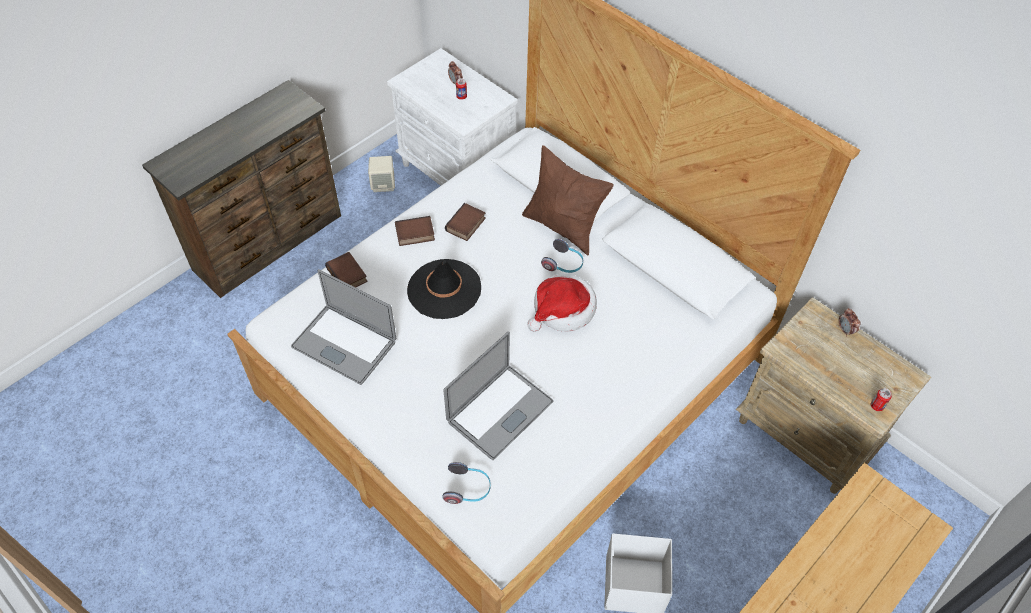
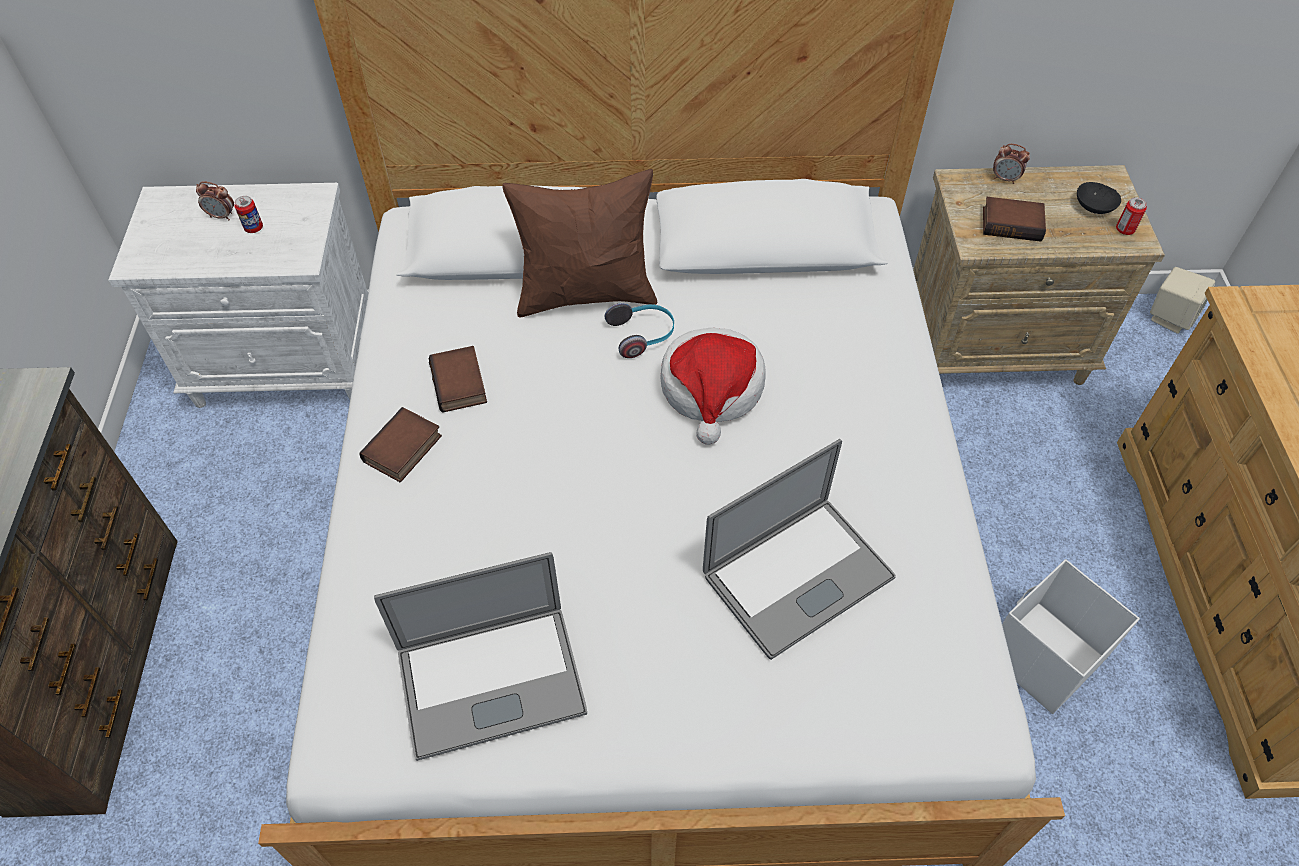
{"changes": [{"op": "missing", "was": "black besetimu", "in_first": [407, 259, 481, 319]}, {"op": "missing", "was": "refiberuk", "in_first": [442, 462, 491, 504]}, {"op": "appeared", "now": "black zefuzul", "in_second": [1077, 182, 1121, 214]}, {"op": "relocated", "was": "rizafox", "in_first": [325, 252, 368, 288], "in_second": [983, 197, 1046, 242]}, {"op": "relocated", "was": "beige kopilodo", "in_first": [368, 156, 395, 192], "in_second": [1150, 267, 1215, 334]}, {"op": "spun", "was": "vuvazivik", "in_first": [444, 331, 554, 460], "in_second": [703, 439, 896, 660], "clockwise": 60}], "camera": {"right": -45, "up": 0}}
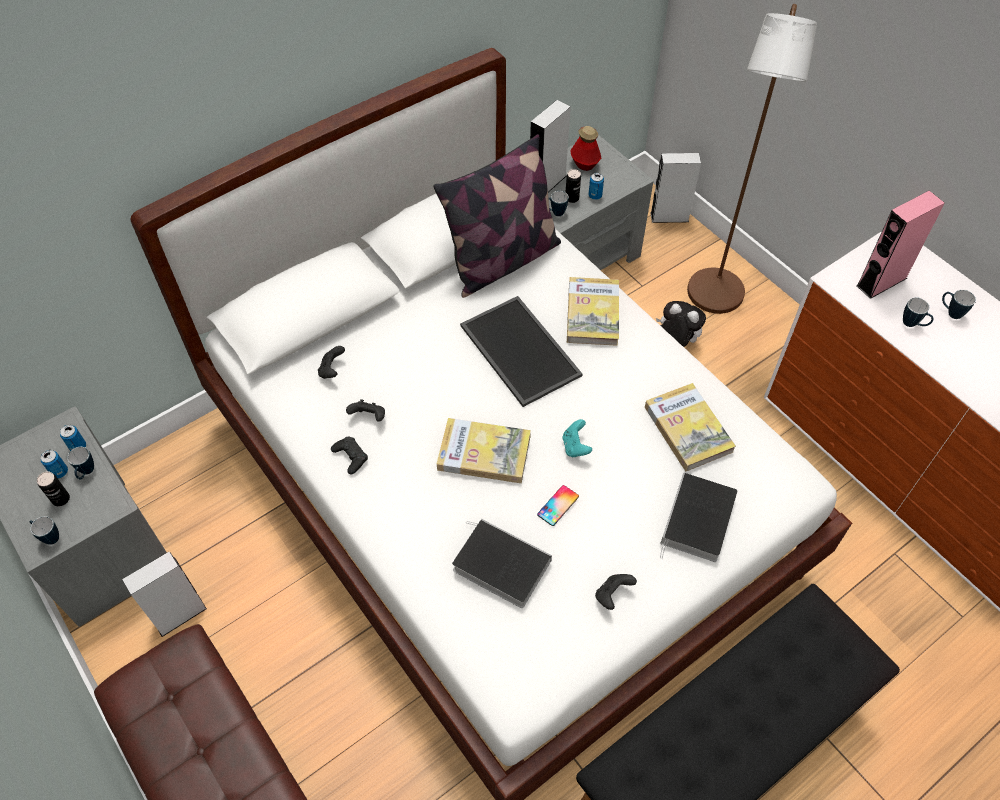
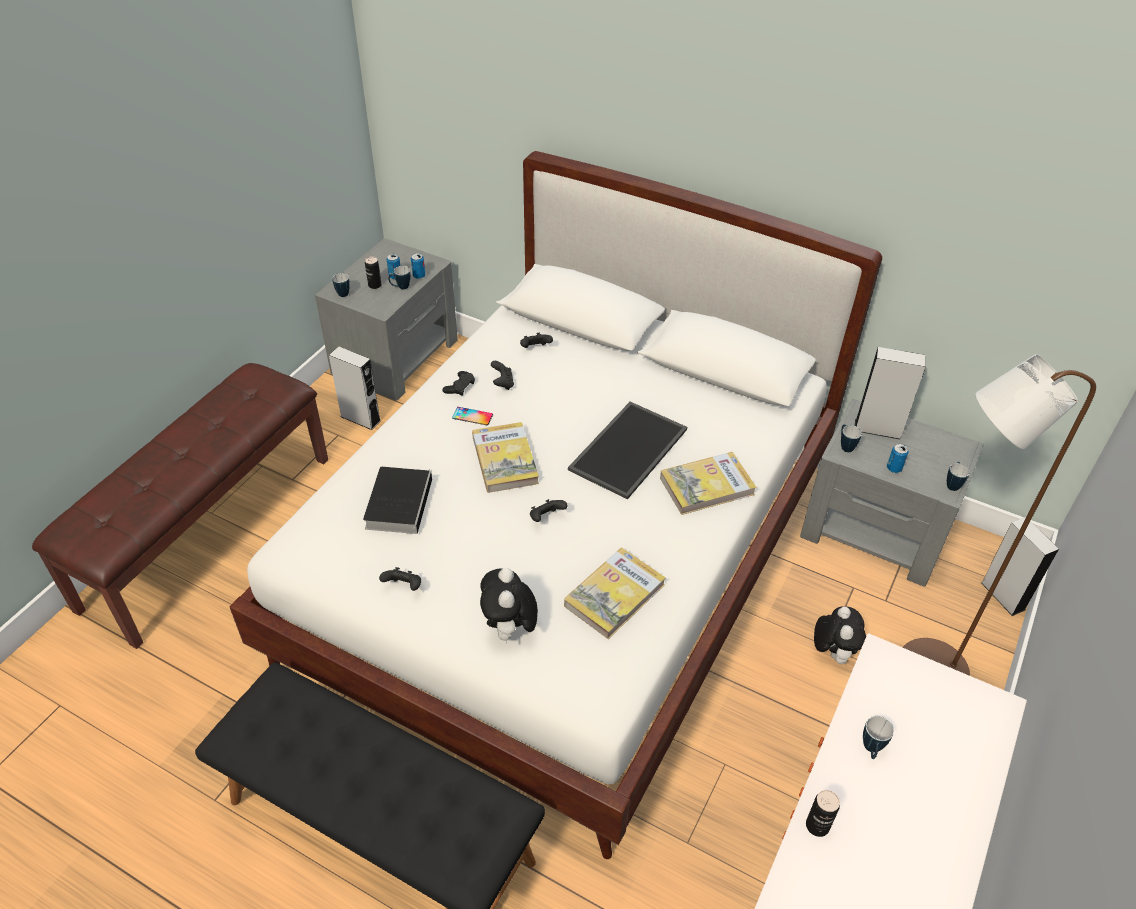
{"changes": [{"op": "missing", "was": "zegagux", "in_first": [433, 134, 561, 298]}, {"op": "missing", "was": "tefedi", "in_first": [570, 126, 602, 171]}, {"op": "missing", "was": "pink kopilodo", "in_first": [857, 191, 945, 299]}, {"op": "relocated", "was": "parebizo", "in_first": [537, 485, 579, 526], "in_second": [452, 407, 493, 425]}, {"op": "relocated", "was": "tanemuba", "in_first": [566, 169, 581, 203], "in_second": [806, 790, 840, 837]}, {"op": "relocated", "was": "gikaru", "in_first": [942, 290, 976, 319], "in_second": [947, 462, 970, 491]}, {"op": "exchanged", "was": "rizafox", "now": "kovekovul", "in_first": [660, 472, 737, 562], "in_second": [480, 568, 538, 641]}, {"op": "colour", "was": "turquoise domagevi", "now": "black domagevi", "in_first": [563, 419, 592, 457], "in_second": [530, 499, 568, 522]}], "camera": {"right": 65, "up": -10}}
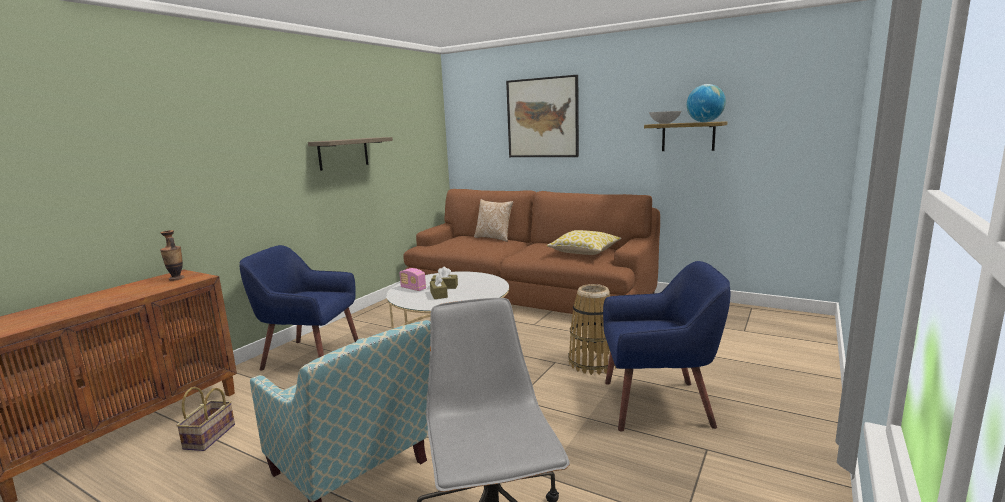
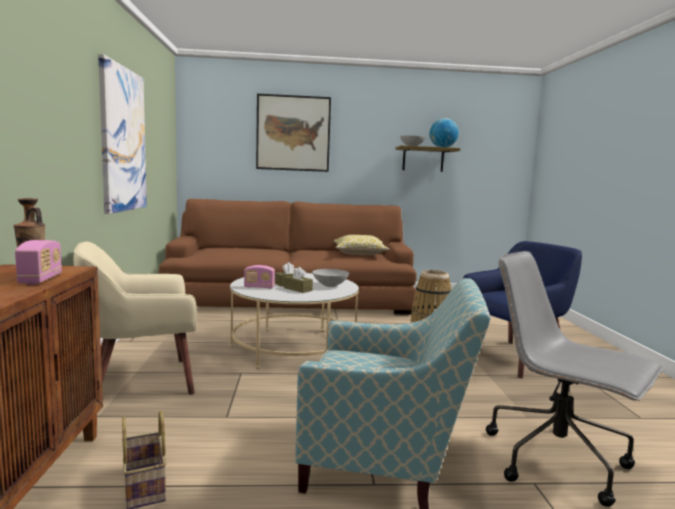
{"changes": [{"op": "missing", "was": "zegagux", "in_first": [474, 199, 514, 242]}, {"op": "appeared", "now": "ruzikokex", "in_second": [15, 240, 62, 285]}, {"op": "appeared", "now": "grey zefuzul", "in_second": [312, 269, 349, 287]}, {"op": "exchanged", "was": "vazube", "now": "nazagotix", "in_first": [308, 137, 393, 171], "in_second": [98, 54, 147, 214]}, {"op": "colour", "was": "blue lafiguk", "now": "beige lafiguk", "in_first": [240, 245, 358, 370], "in_second": [73, 242, 197, 395]}], "camera": {"right": -35, "up": -5}}
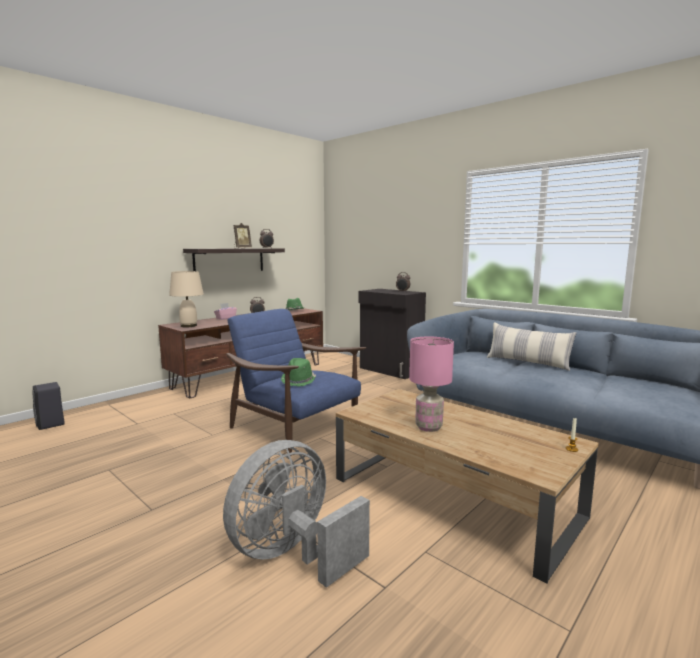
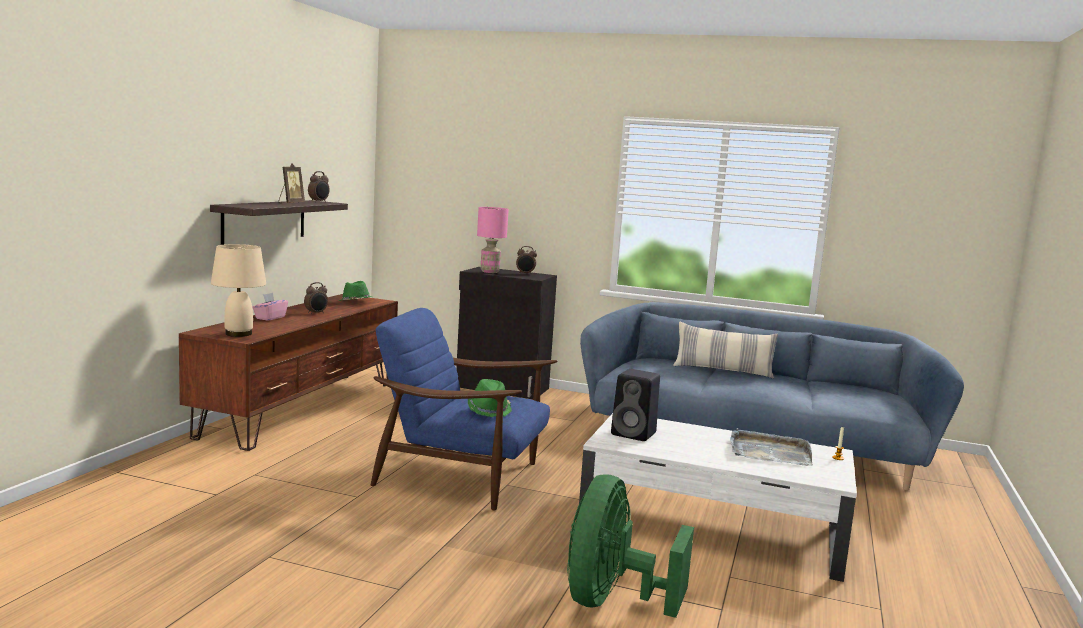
{"changes": [{"op": "appeared", "now": "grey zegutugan", "in_second": [730, 428, 813, 466]}, {"op": "relocated", "was": "black kopilodo", "in_first": [32, 382, 65, 430], "in_second": [611, 369, 660, 441]}, {"op": "relocated", "was": "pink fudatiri", "in_first": [409, 336, 454, 432], "in_second": [477, 207, 509, 273]}, {"op": "colour", "was": "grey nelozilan", "now": "green nelozilan", "in_first": [223, 440, 370, 588], "in_second": [567, 474, 694, 618]}, {"op": "colour", "was": "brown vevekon", "now": "white vevekon", "in_first": [336, 389, 599, 583], "in_second": [578, 413, 857, 582]}], "camera": {"right": -25, "up": 0}}
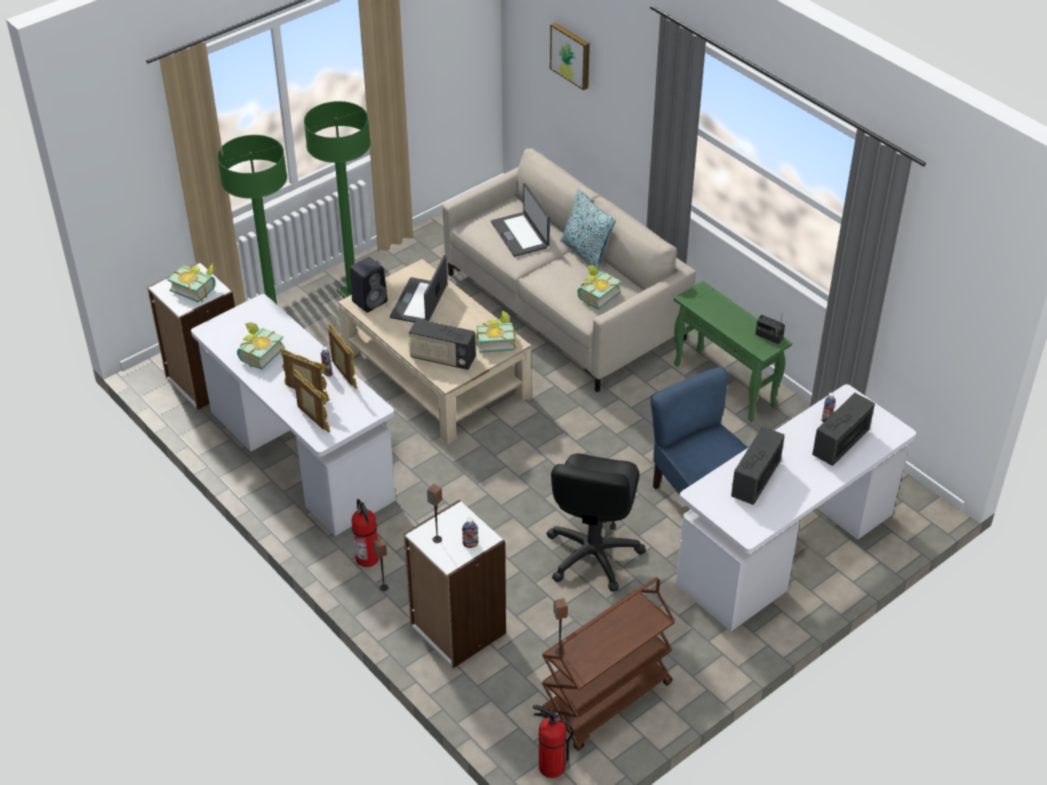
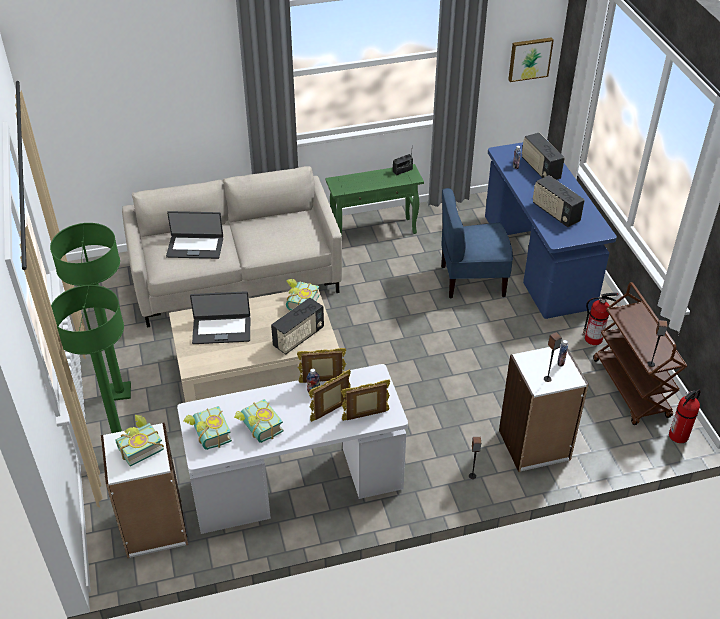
{"changes": [{"op": "missing", "was": "black kopilodo", "in_first": [350, 257, 388, 313]}, {"op": "missing", "was": "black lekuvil", "in_first": [546, 454, 646, 592]}, {"op": "missing", "was": "zegagux", "in_first": [560, 188, 616, 269]}, {"op": "relocated", "was": "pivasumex", "in_first": [352, 499, 379, 567], "in_second": [583, 293, 619, 345]}, {"op": "relocated", "was": "nazagotix", "in_first": [550, 22, 590, 90], "in_second": [508, 37, 554, 82]}, {"op": "relocated", "was": "rizafox", "in_first": [577, 265, 621, 309], "in_second": [183, 406, 232, 450]}, {"op": "colour", "was": "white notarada", "now": "blue notarada", "in_first": [676, 384, 916, 631], "in_second": [485, 139, 617, 319]}, {"op": "spun", "was": "vuvazivik", "in_first": [390, 255, 447, 323], "in_second": [190, 291, 250, 344], "clockwise": -45}], "camera": {"right": -65, "up": 0}}
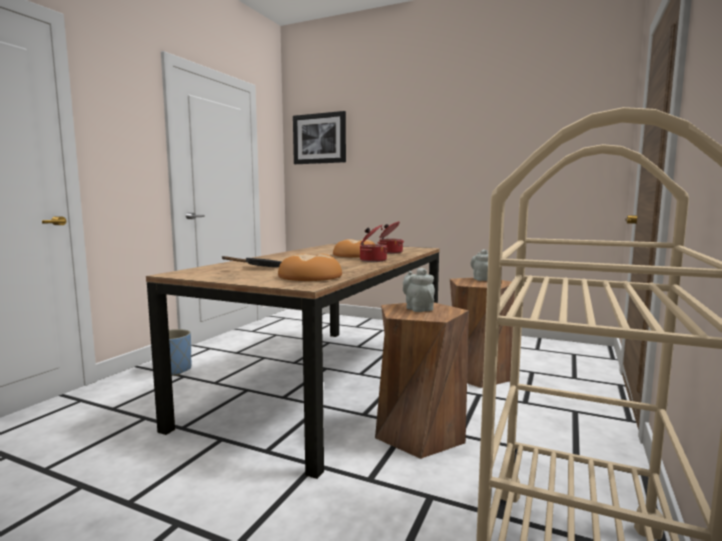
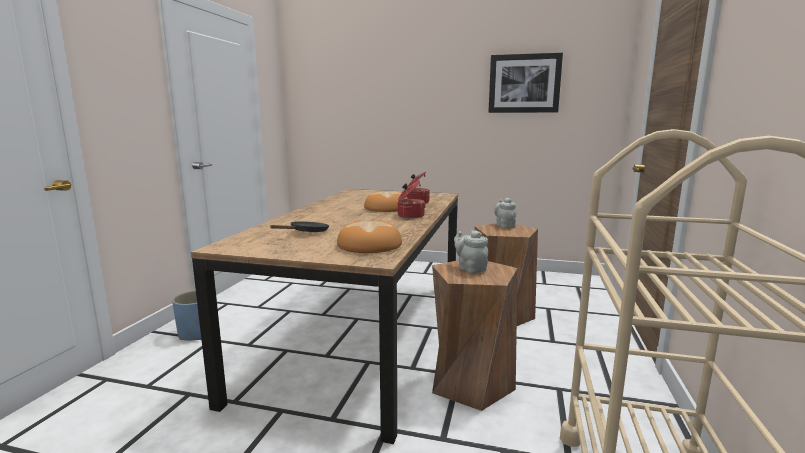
{"changes": [{"op": "relocated", "was": "nazagotix", "in_first": [293, 111, 346, 164], "in_second": [488, 53, 563, 113]}], "camera": {"right": -10, "up": 5}}
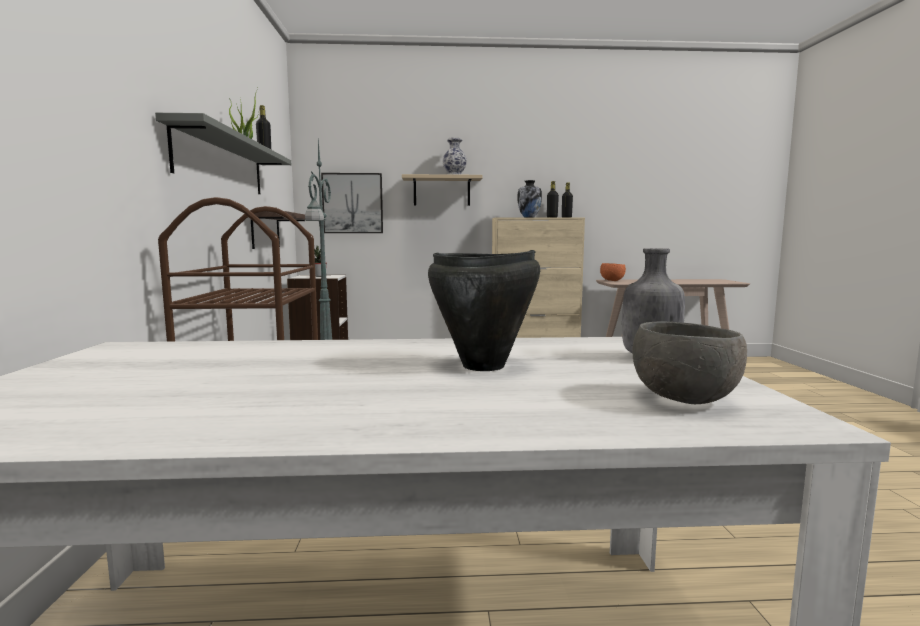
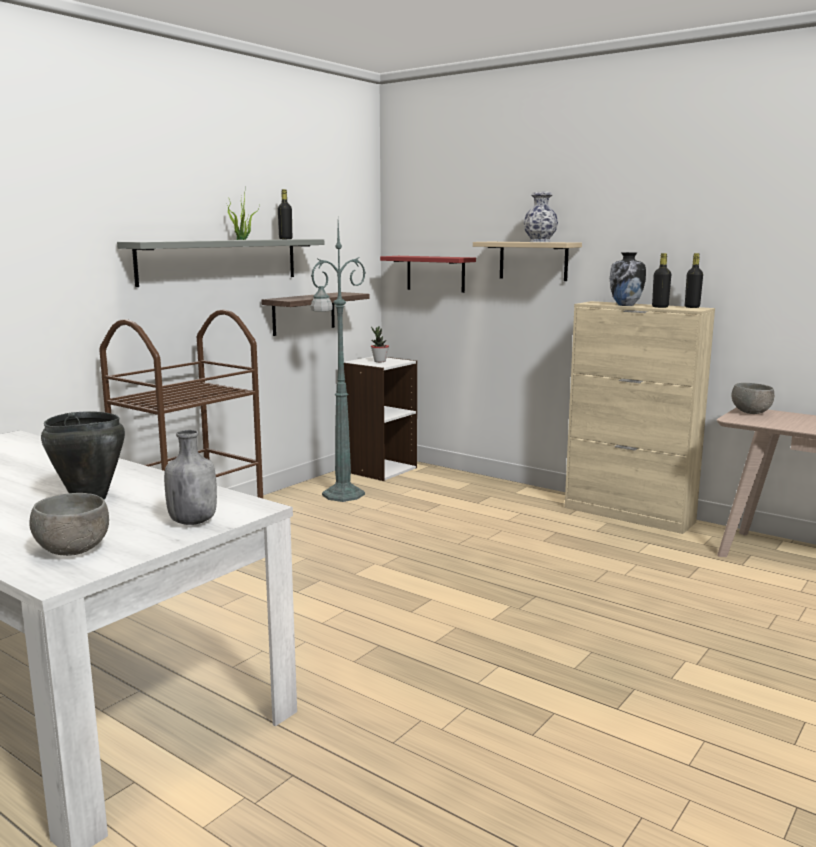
{"changes": [{"op": "exchanged", "was": "nazagotix", "now": "red vazube", "in_first": [321, 173, 383, 233], "in_second": [380, 256, 476, 293]}, {"op": "colour", "was": "orange zefuzul", "now": "grey zefuzul", "in_first": [600, 263, 626, 281], "in_second": [731, 383, 774, 414]}], "camera": {"right": 40, "up": 5}}
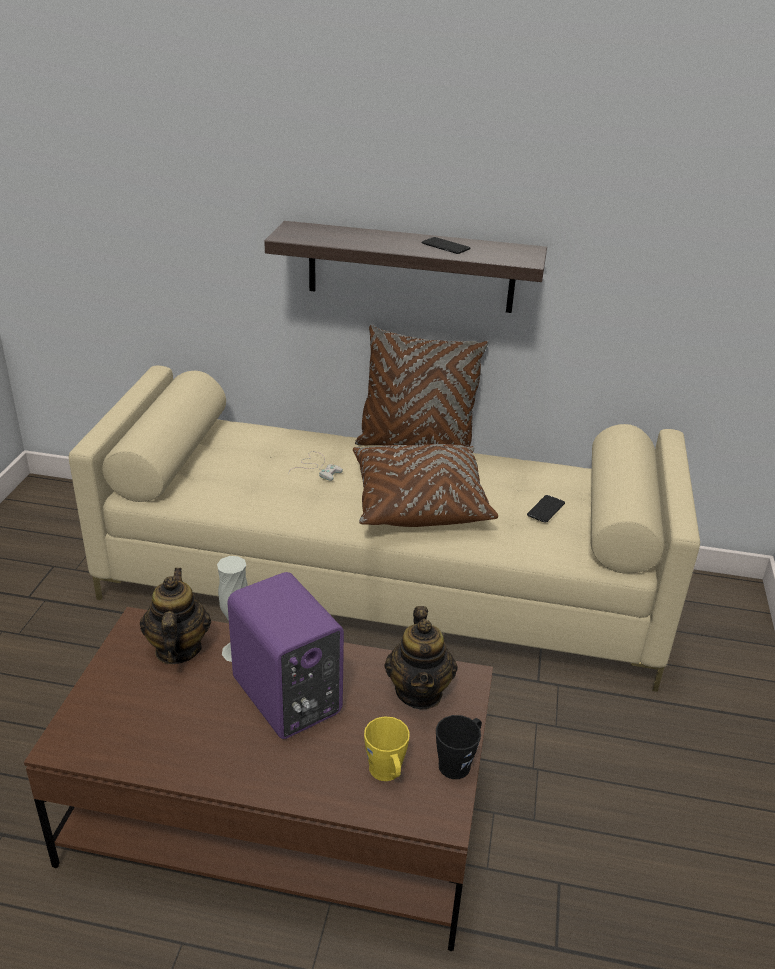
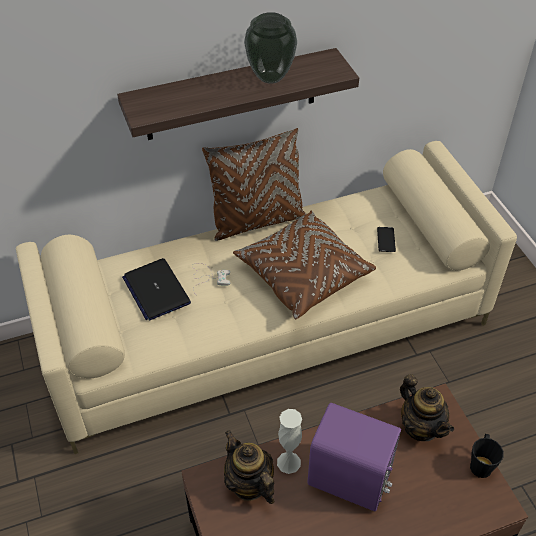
{"changes": [{"op": "missing", "was": "yellow gikaru", "in_first": [364, 716, 410, 781]}, {"op": "appeared", "now": "vuvazivik", "in_second": [122, 258, 191, 321]}, {"op": "exchanged", "was": "parebizo", "now": "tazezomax", "in_first": [422, 237, 470, 254], "in_second": [244, 12, 297, 84]}], "camera": {"right": -30, "up": 15}}
